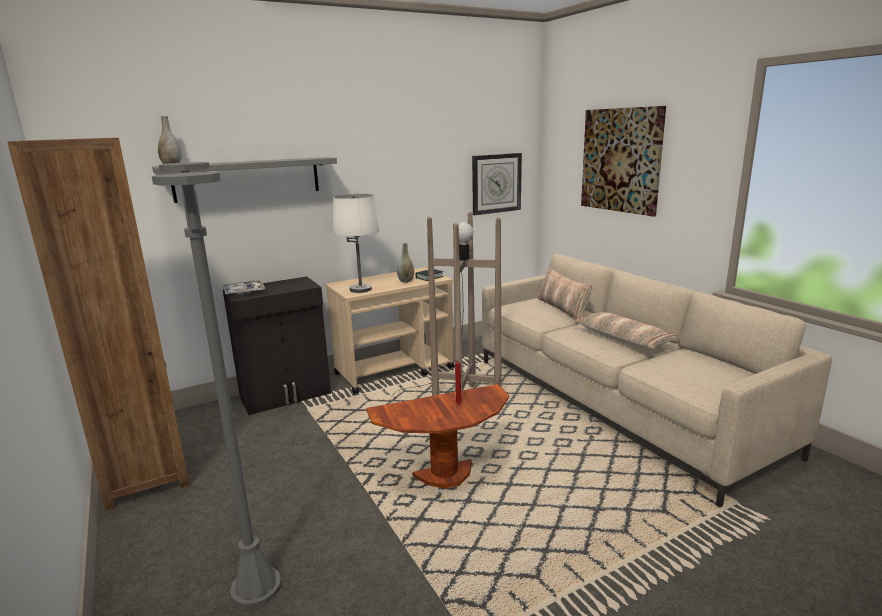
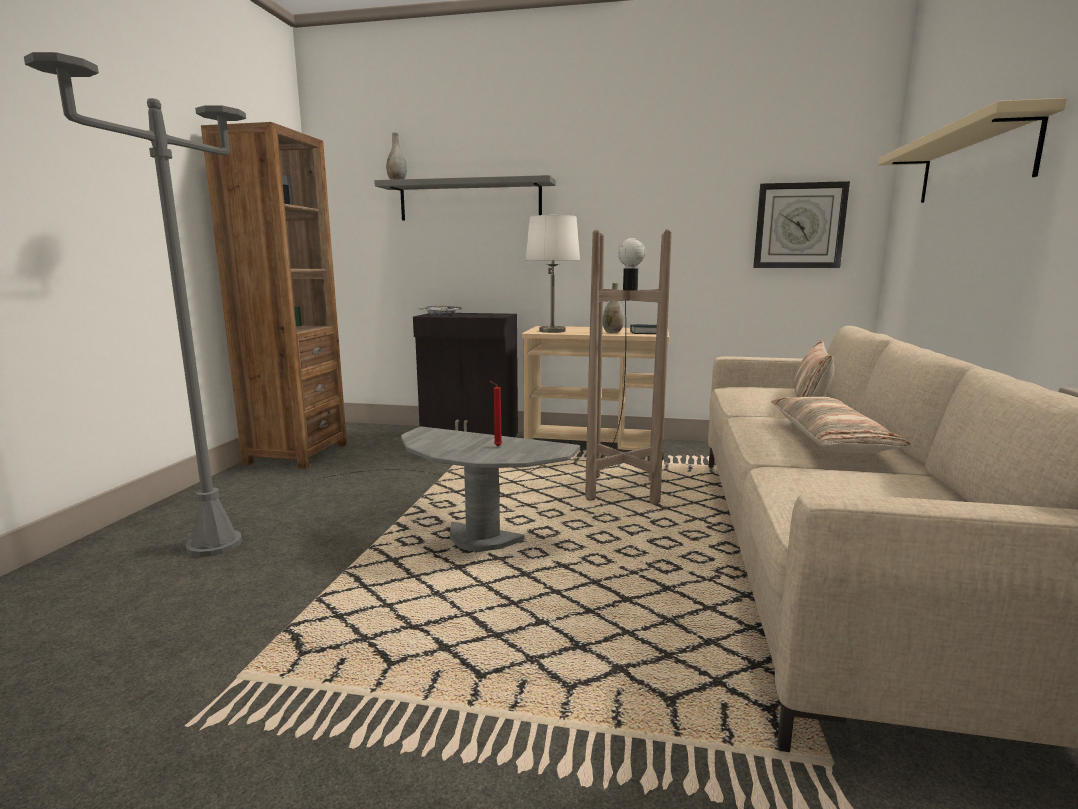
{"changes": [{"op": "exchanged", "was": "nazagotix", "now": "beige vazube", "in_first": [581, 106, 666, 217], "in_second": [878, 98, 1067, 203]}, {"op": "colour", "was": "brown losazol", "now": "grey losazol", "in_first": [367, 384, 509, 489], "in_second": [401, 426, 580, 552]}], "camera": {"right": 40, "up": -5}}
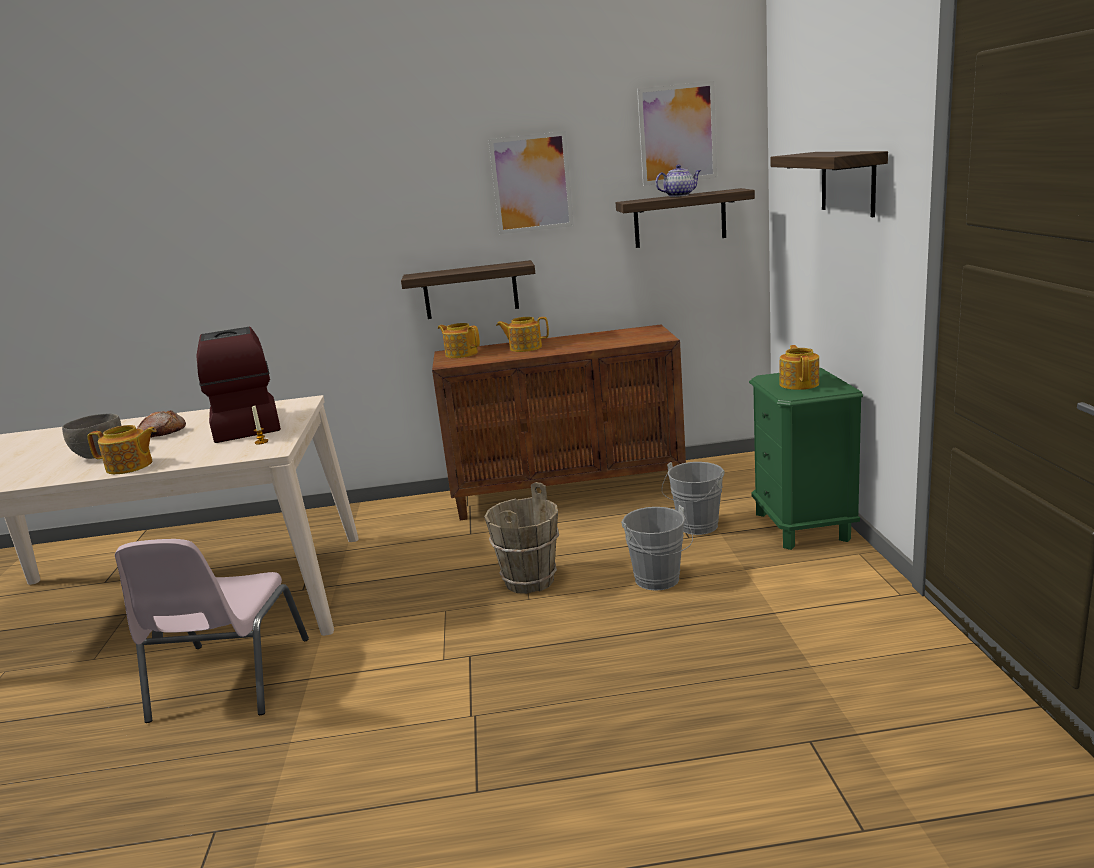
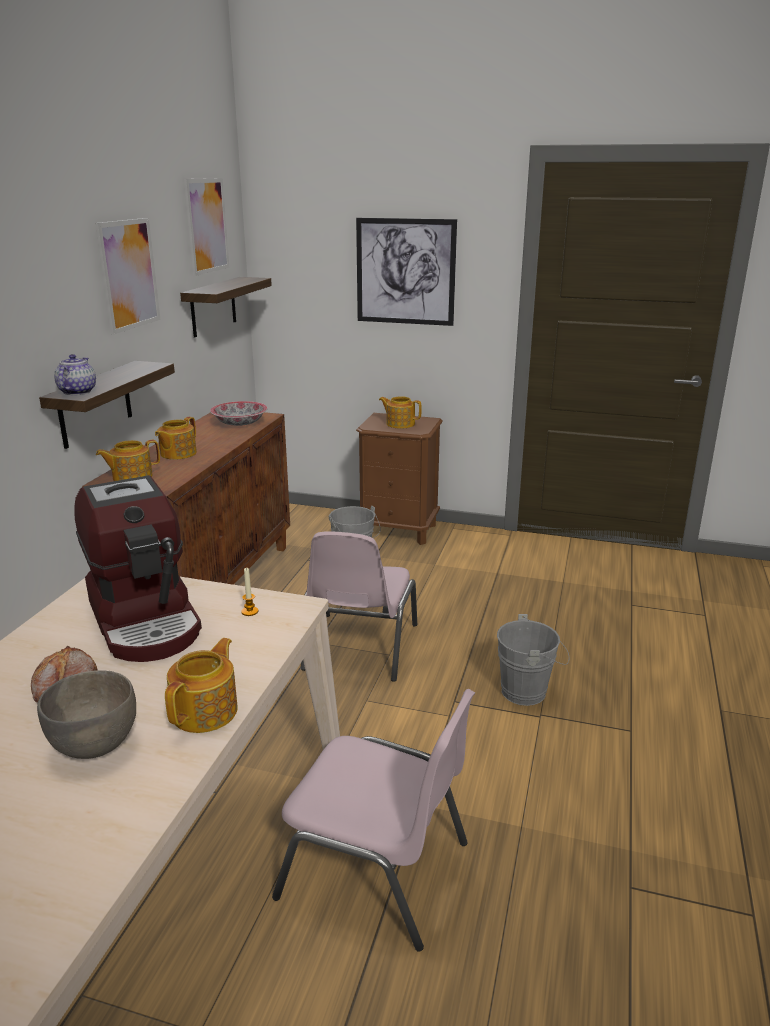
{"changes": [{"op": "appeared", "now": "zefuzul", "in_second": [210, 401, 267, 426]}, {"op": "relocated", "was": "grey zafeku", "in_first": [621, 505, 693, 591], "in_second": [497, 614, 569, 706]}, {"op": "relocated", "was": "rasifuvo", "in_first": [655, 165, 701, 197], "in_second": [54, 354, 96, 395]}, {"op": "exchanged", "was": "brown zafeku", "now": "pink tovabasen", "in_first": [484, 482, 559, 594], "in_second": [301, 531, 417, 682]}, {"op": "exchanged", "was": "vazube", "now": "nazagotix", "in_first": [771, 151, 888, 217], "in_second": [356, 218, 457, 326]}, {"op": "colour", "was": "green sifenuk", "now": "brown sifenuk", "in_first": [749, 368, 863, 550], "in_second": [356, 413, 443, 545]}, {"op": "spun", "was": "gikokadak", "in_first": [196, 327, 281, 443], "in_second": [74, 475, 202, 662], "clockwise": -120}], "camera": {"right": -70, "up": 5}}
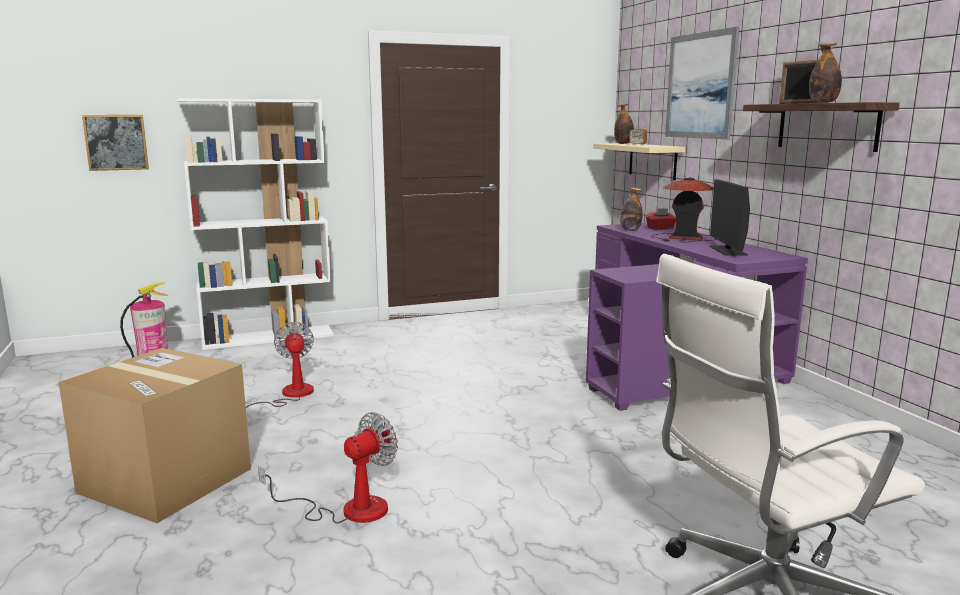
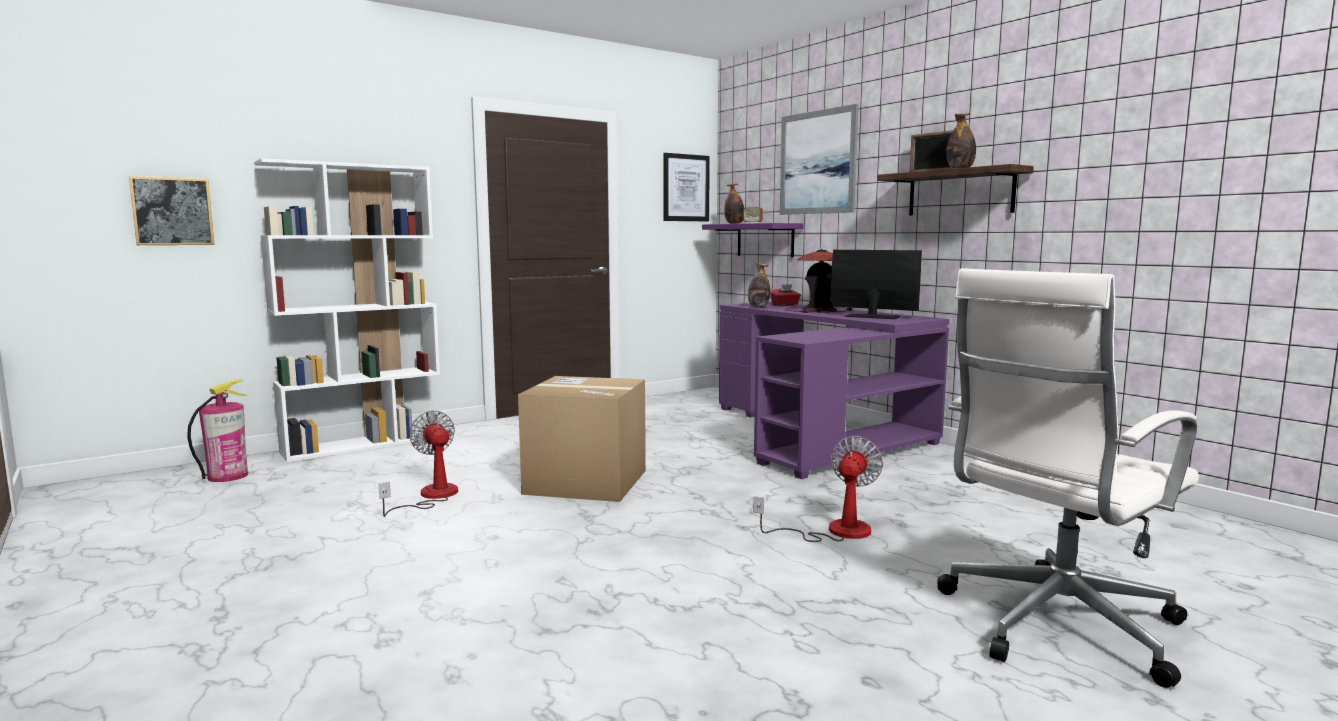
{"changes": [{"op": "appeared", "now": "nazagotix", "in_second": [663, 153, 710, 221]}, {"op": "relocated", "was": "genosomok", "in_first": [59, 348, 251, 523], "in_second": [518, 376, 646, 502]}, {"op": "relocated", "was": "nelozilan", "in_first": [258, 412, 398, 524], "in_second": [753, 436, 883, 542]}, {"op": "colour", "was": "beige vazube", "now": "purple vazube", "in_first": [593, 143, 685, 180], "in_second": [702, 223, 804, 257]}, {"op": "spun", "was": "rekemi", "in_first": [709, 180, 750, 256], "in_second": [831, 250, 922, 319], "clockwise": 135}], "camera": {"right": -15, "up": -5}}
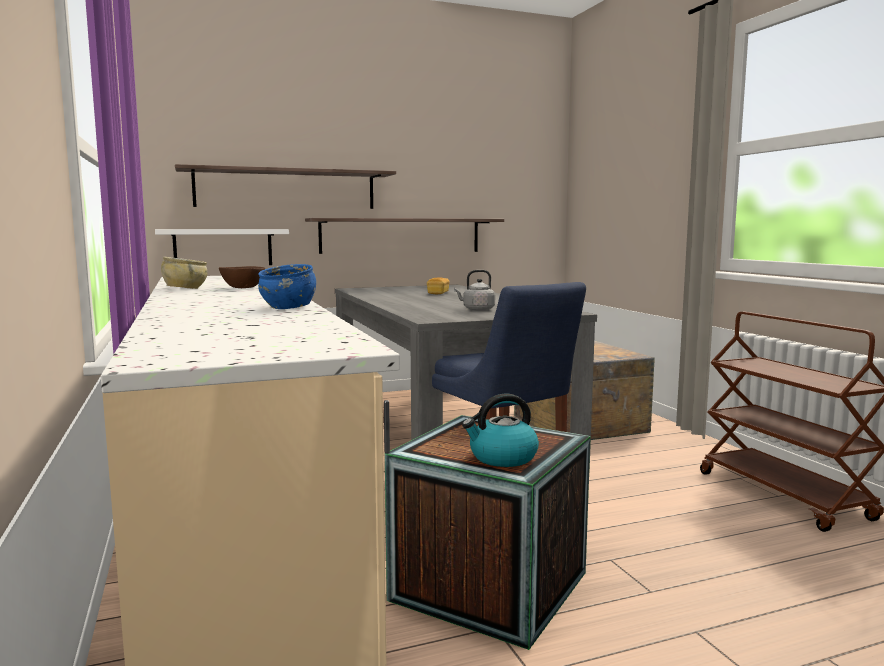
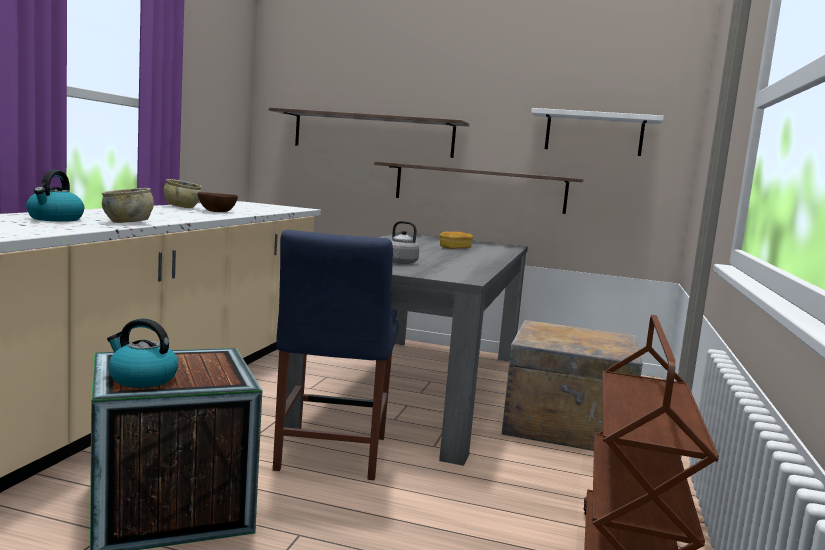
{"changes": [{"op": "appeared", "now": "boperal", "in_second": [26, 170, 84, 222]}, {"op": "relocated", "was": "white vazube", "in_first": [155, 229, 289, 265], "in_second": [531, 108, 664, 156]}, {"op": "colour", "was": "blue zefuzul", "now": "beige zefuzul", "in_first": [258, 264, 316, 309], "in_second": [102, 188, 154, 223]}], "camera": {"right": 35, "up": 0}}
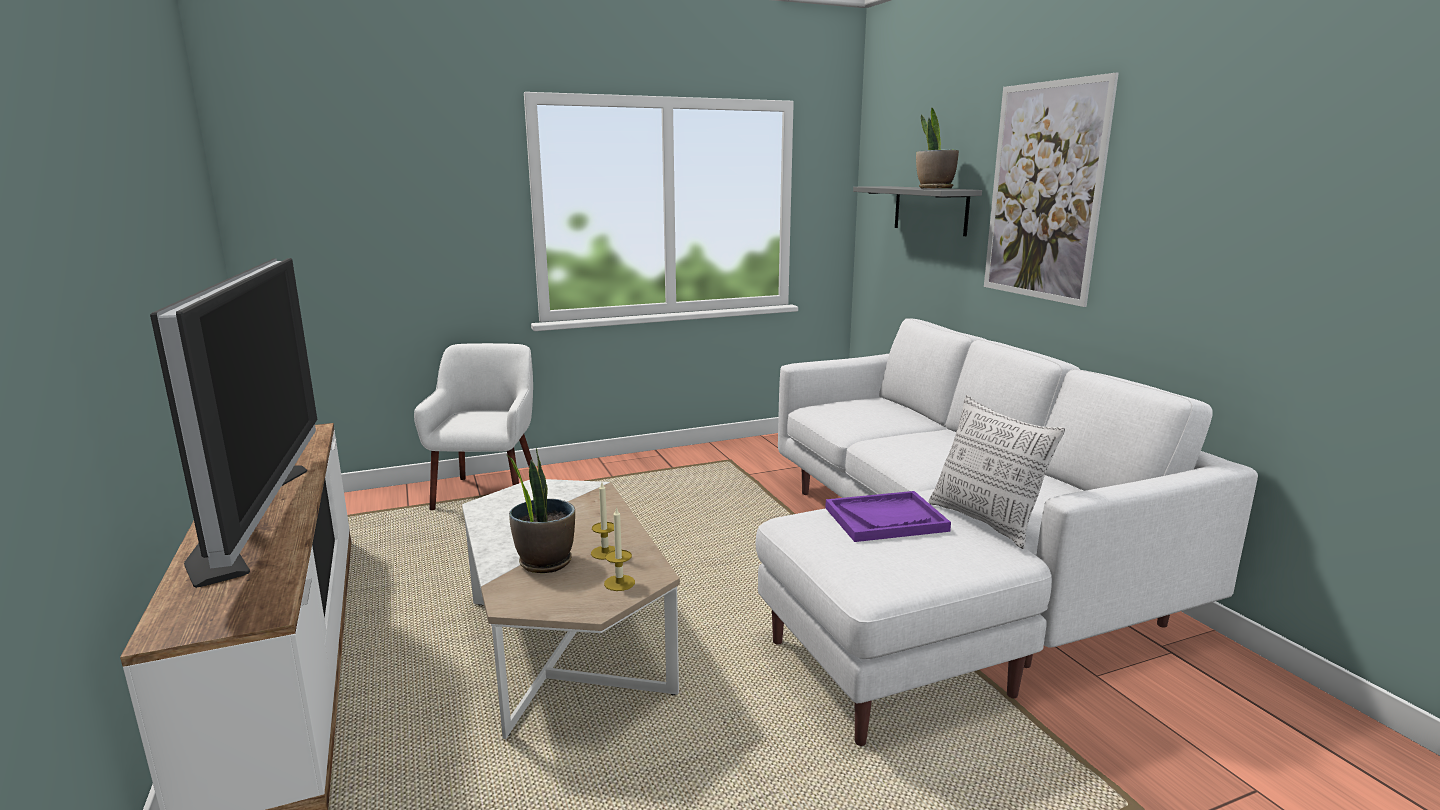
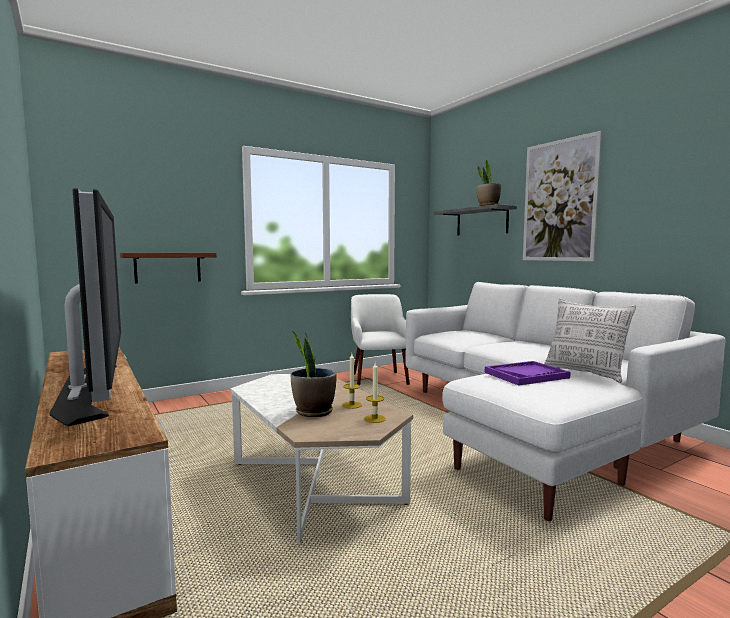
{"changes": [{"op": "appeared", "now": "vazube", "in_second": [120, 253, 217, 284]}, {"op": "relocated", "was": "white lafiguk", "in_first": [414, 343, 533, 510], "in_second": [351, 294, 410, 385]}], "camera": {"right": -10, "up": -10}}
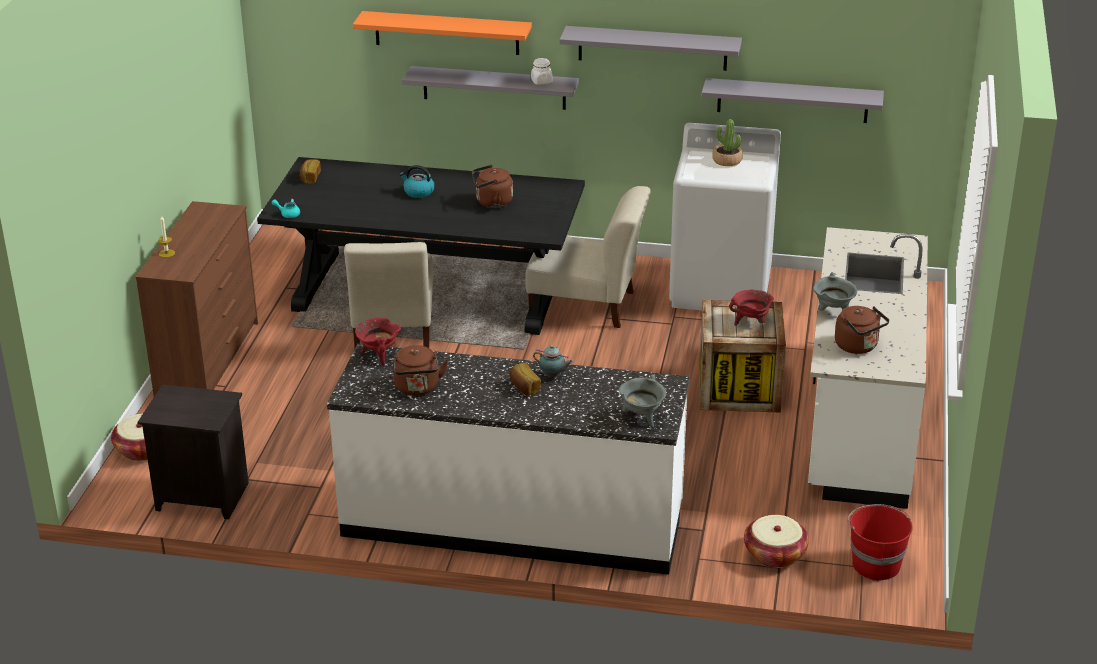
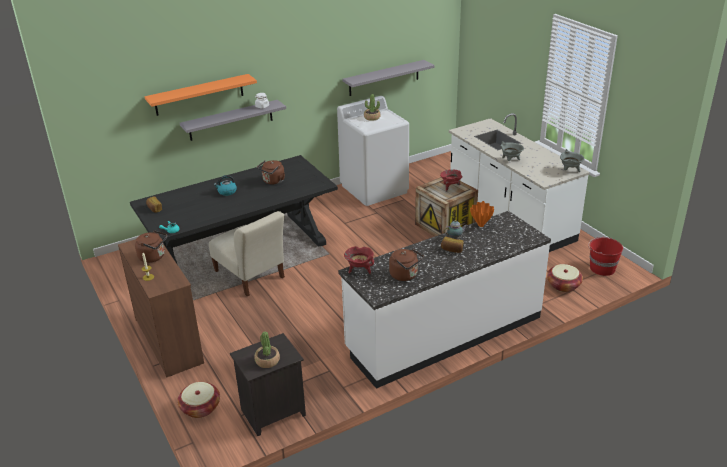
{"changes": [{"op": "missing", "was": "beige tovabasen", "in_first": [526, 186, 651, 328]}, {"op": "missing", "was": "grey vazube", "in_first": [560, 26, 742, 71]}, {"op": "appeared", "now": "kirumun", "in_second": [255, 331, 280, 368]}, {"op": "appeared", "now": "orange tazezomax", "in_second": [470, 201, 494, 227]}, {"op": "relocated", "was": "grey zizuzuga", "in_first": [619, 375, 666, 428], "in_second": [560, 149, 584, 172]}, {"op": "relocated", "was": "brown boperal", "in_first": [835, 306, 889, 354], "in_second": [135, 230, 167, 263]}], "camera": {"right": -40, "up": 0}}
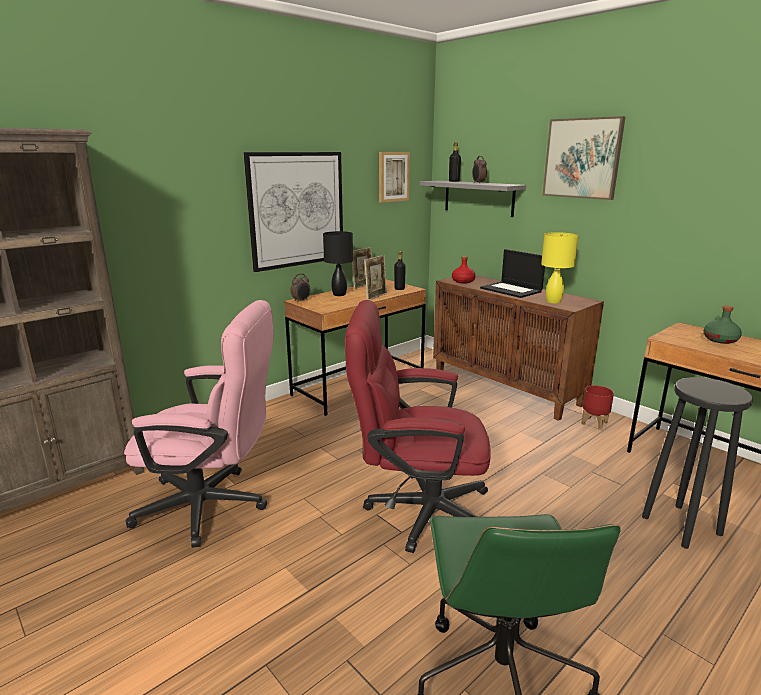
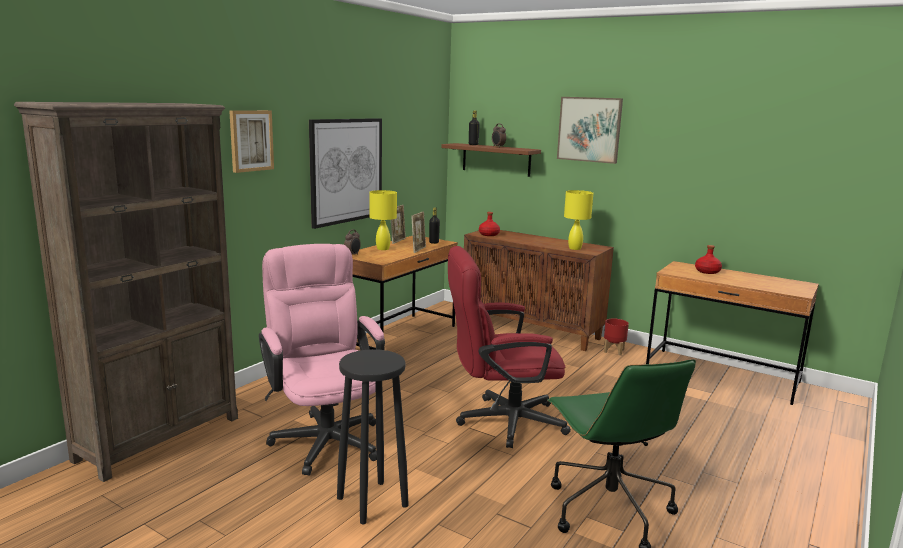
{"changes": [{"op": "missing", "was": "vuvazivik", "in_first": [480, 249, 545, 298]}, {"op": "relocated", "was": "nazagotix", "in_first": [379, 152, 410, 203], "in_second": [229, 110, 274, 173]}, {"op": "relocated", "was": "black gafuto", "in_first": [642, 377, 753, 549], "in_second": [337, 349, 409, 524]}, {"op": "colour", "was": "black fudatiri", "now": "yellow fudatiri", "in_first": [323, 231, 353, 296], "in_second": [369, 190, 397, 250]}, {"op": "colour", "was": "grey vazube", "now": "brown vazube", "in_first": [419, 180, 526, 217], "in_second": [441, 143, 541, 177]}, {"op": "colour", "was": "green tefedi", "now": "red tefedi", "in_first": [703, 306, 742, 344], "in_second": [695, 245, 722, 274]}, {"op": "spun", "was": "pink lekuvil", "in_first": [124, 300, 274, 548], "in_second": [259, 244, 385, 476], "clockwise": -105}], "camera": {"right": -15, "up": -5}}
